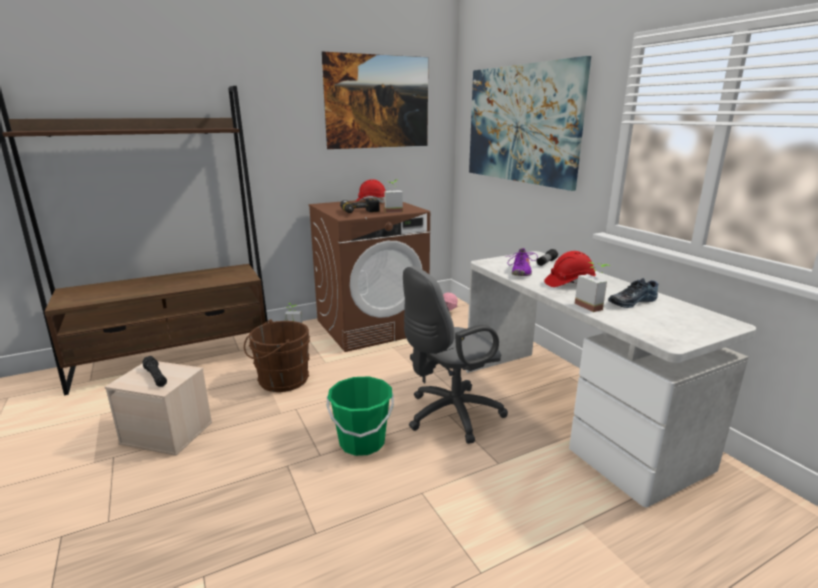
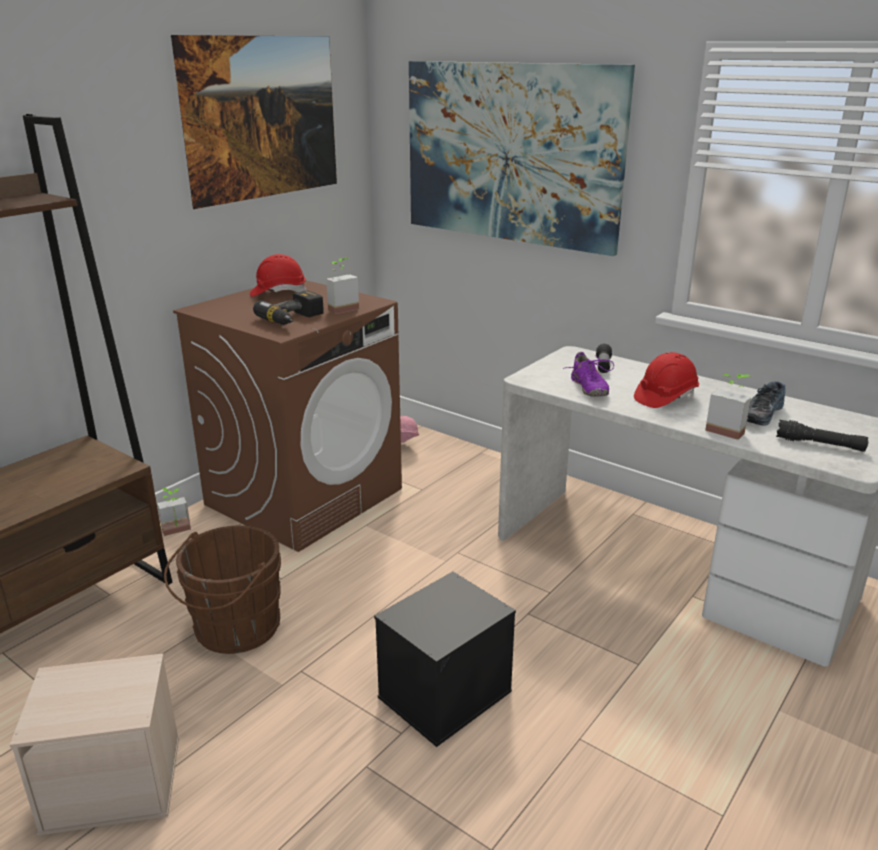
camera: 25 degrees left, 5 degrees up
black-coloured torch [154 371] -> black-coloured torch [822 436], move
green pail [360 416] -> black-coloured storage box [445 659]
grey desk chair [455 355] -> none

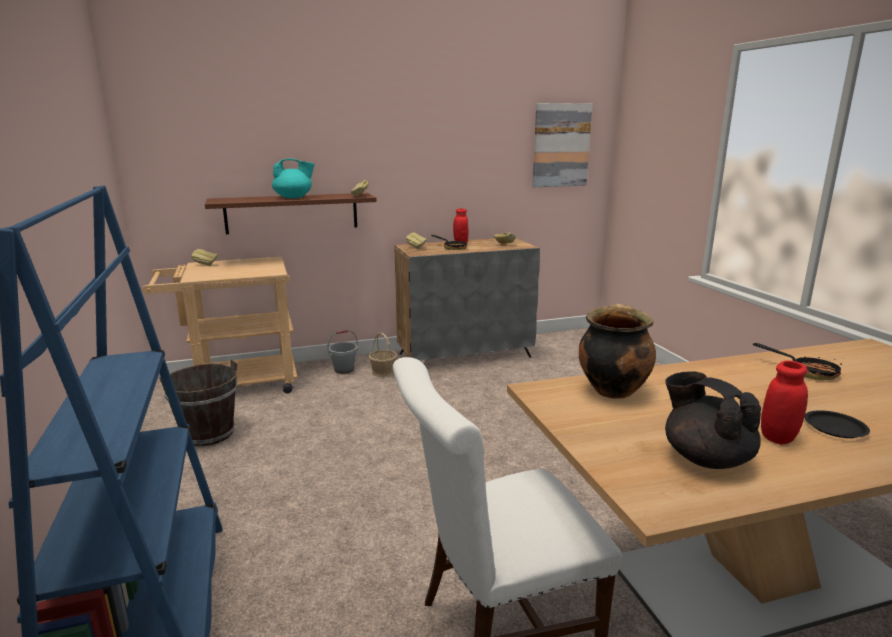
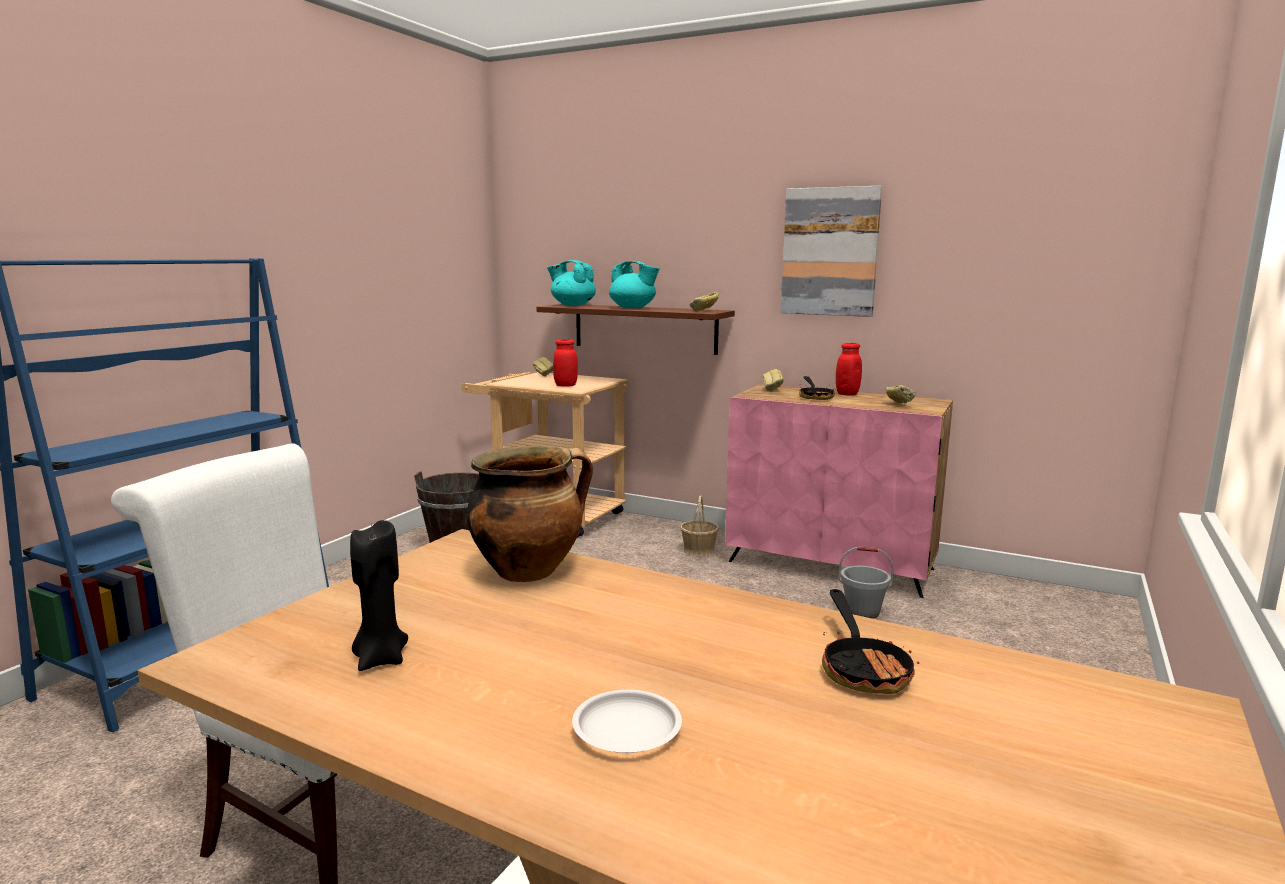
camera: 45 degrees right, 5 degrees down
grey pail [343 352] -> grey pail [866 583], move
grey cabinet [467 299] -> pink-coloured cabinet [839 491]
picture [562 145] -> picture [831 251], move
black-coloured teapot [713 420] -> black-coloured wax candle [379 595]
reddish preserve jar [784 402] -> reddish preserve jar [565 363], move
black-coloured flat dish [837 424] -> whitish flat dish [627 721]
none -> turquoise teapot [571 283]

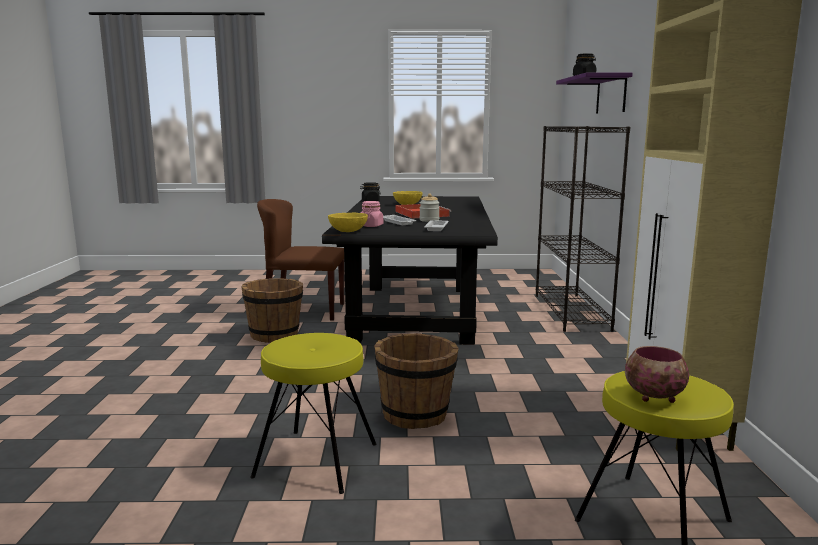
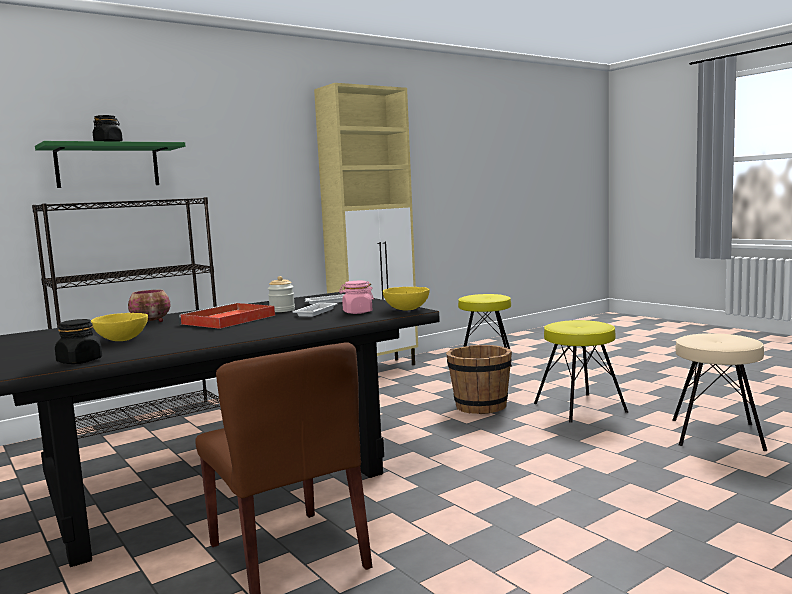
camera: 125 degrees left, 5 degrees down
brown-coloured pail [272 310] -> none
purple shelf [594 92] -> green shelf [110 164]
serving bowl [657 374] -> serving bowl [149 306], move
none -> beige stool seat [719 392]

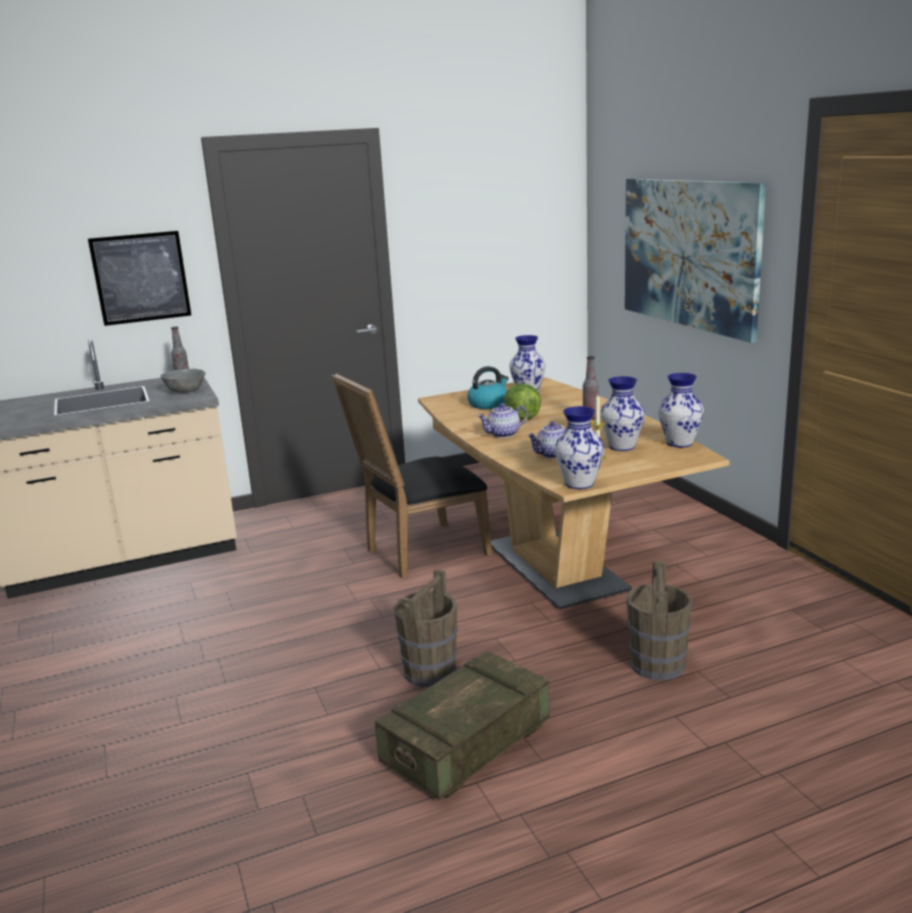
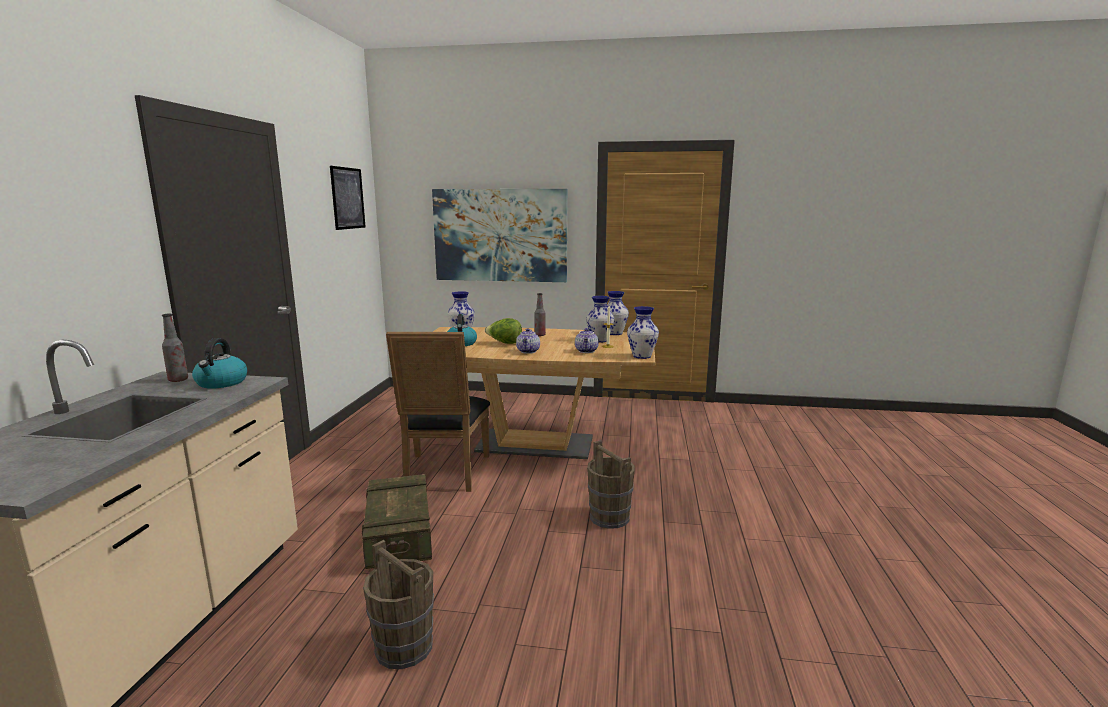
camera: 60 degrees left, 5 degrees down
picture [139 278] -> picture [348 198], move
grey serving bowl [183 381] -> kettle [219 363]
packing crate [462 726] -> packing crate [397 521], move
brown-coloured pail [659 621] -> brown-coloured pail [398 604], move

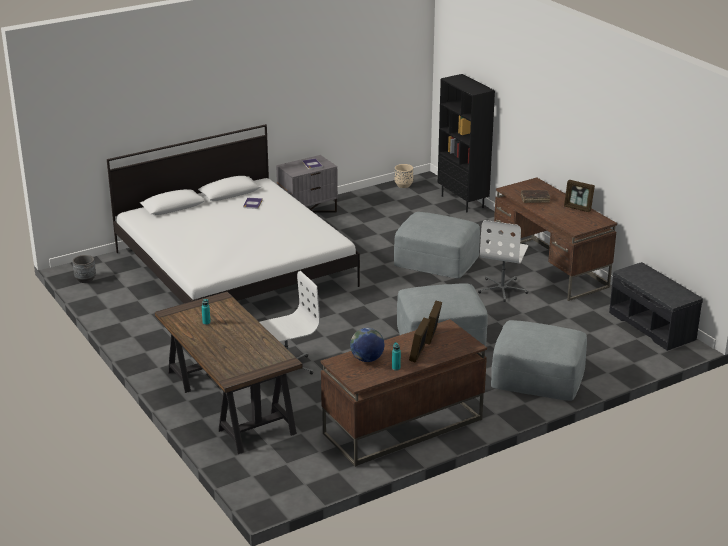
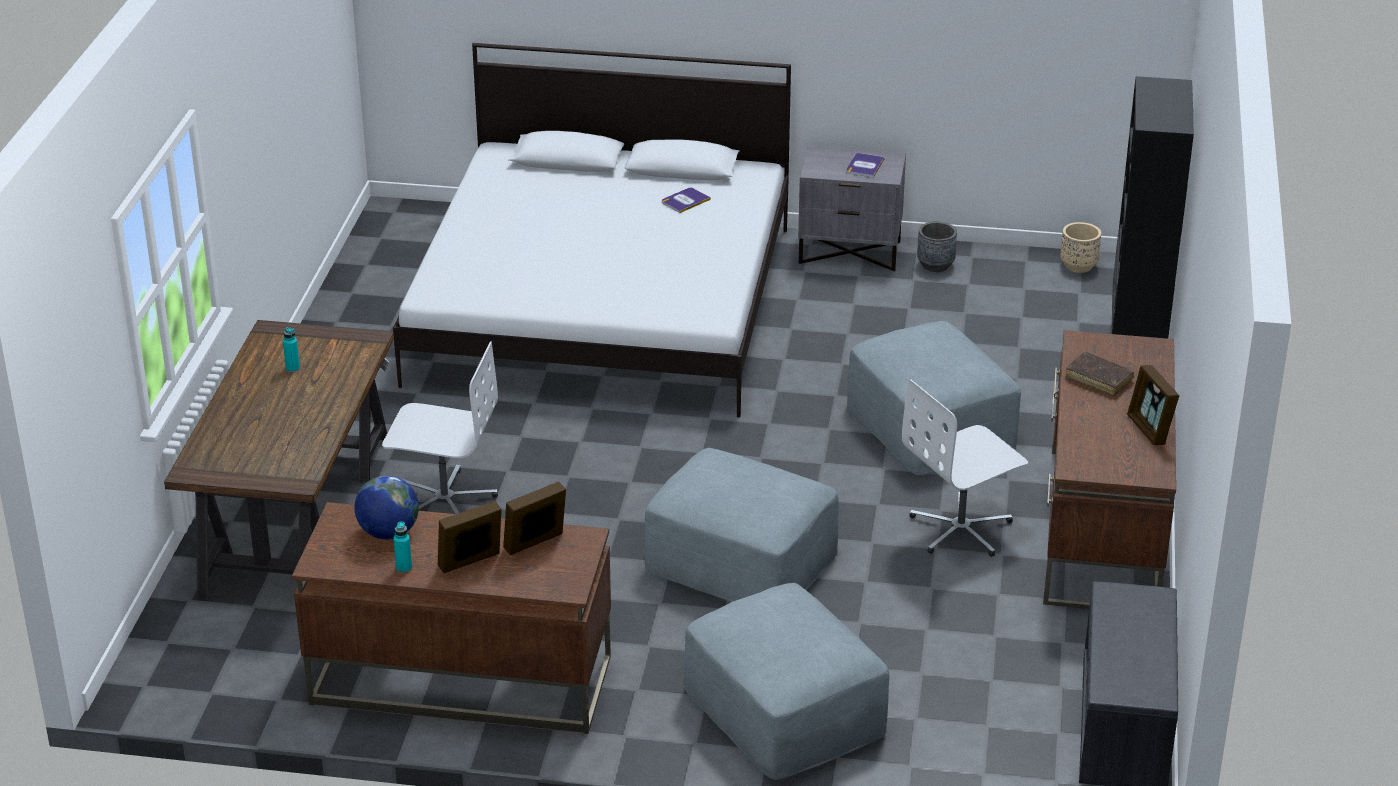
camera: 40 degrees right, 5 degrees up
grey plant pot [84 269] -> grey plant pot [937 246], move

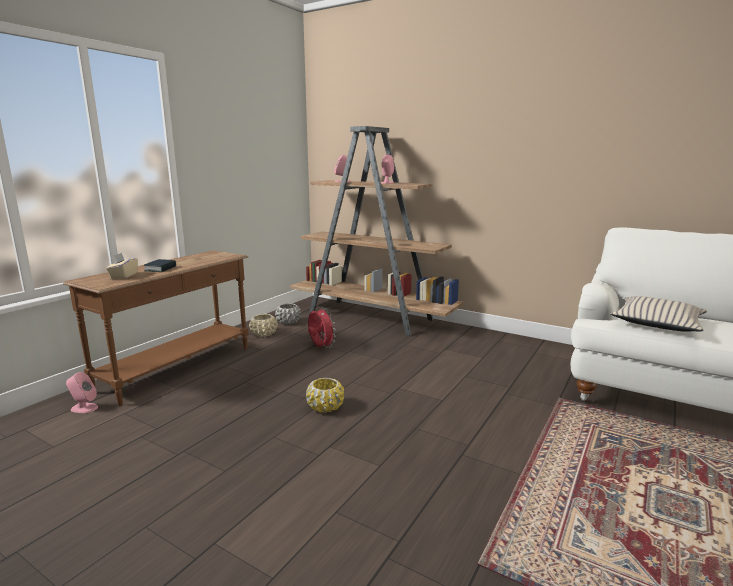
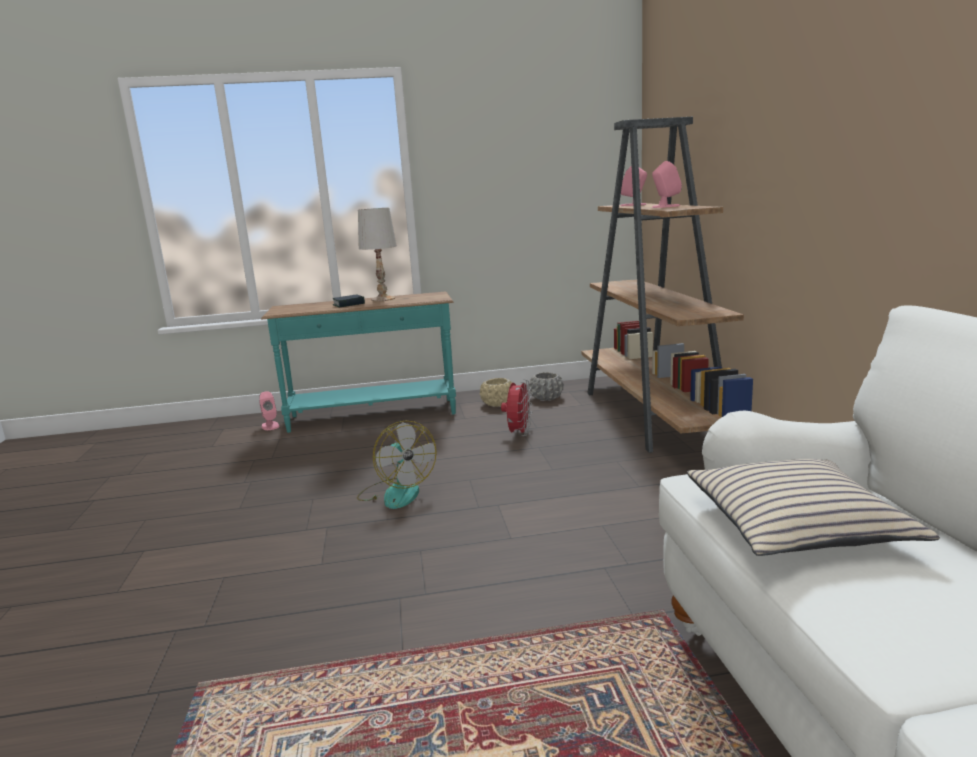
camera: 50 degrees right, 0 degrees up
brown-coloured narrow table [156 328] -> turquoise narrow table [358 362]
beige tissue holder [122 266] -> none
yellowish plant pot [325 395] -> cooling fan [397 465]
none -> whitish lamp for a table [377 254]

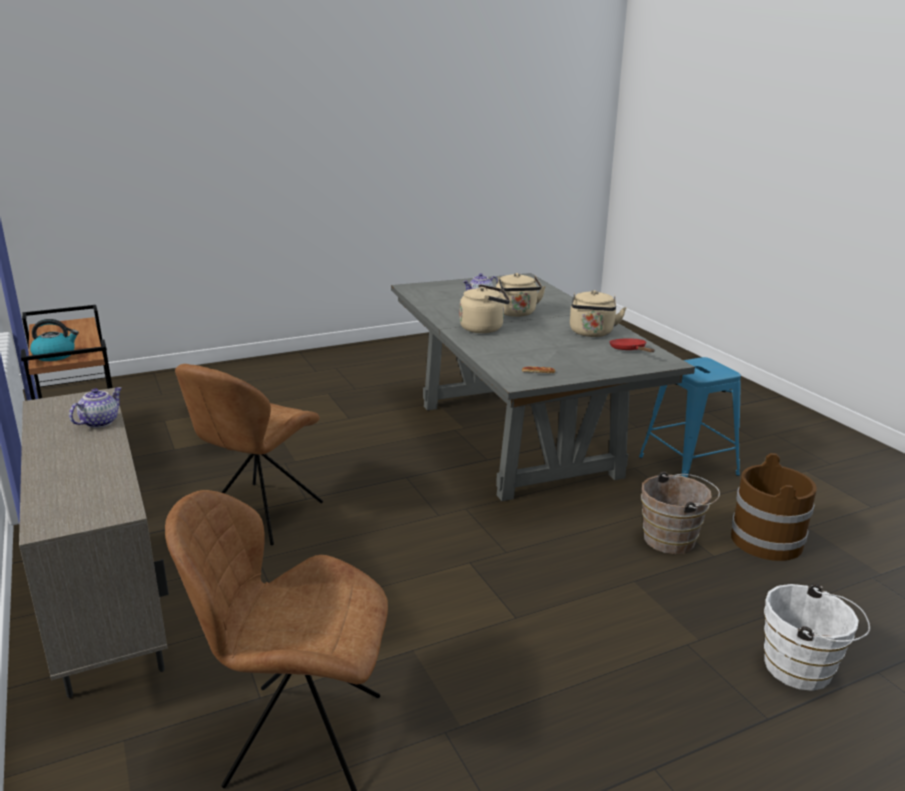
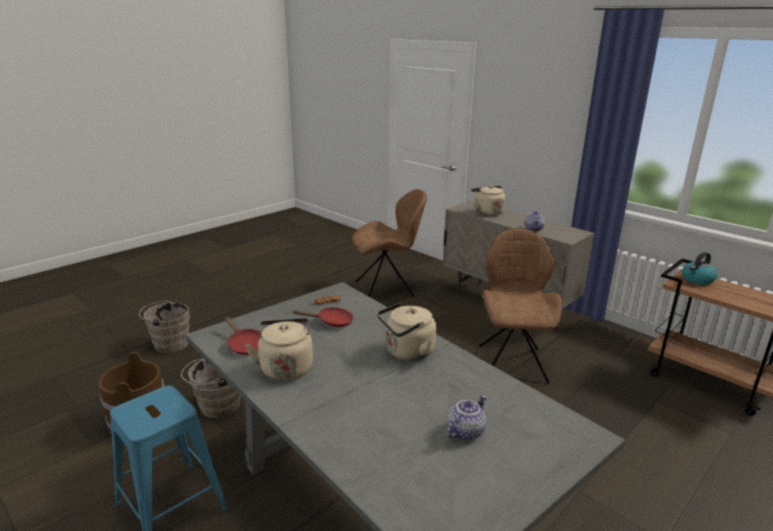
camera: 160 degrees right, 0 degrees up
beige kettle [521 295] -> beige kettle [488 201], move
whitish pail [817 637] -> brown-coloured pail [164 327]
none -> reddish pan [323 317]

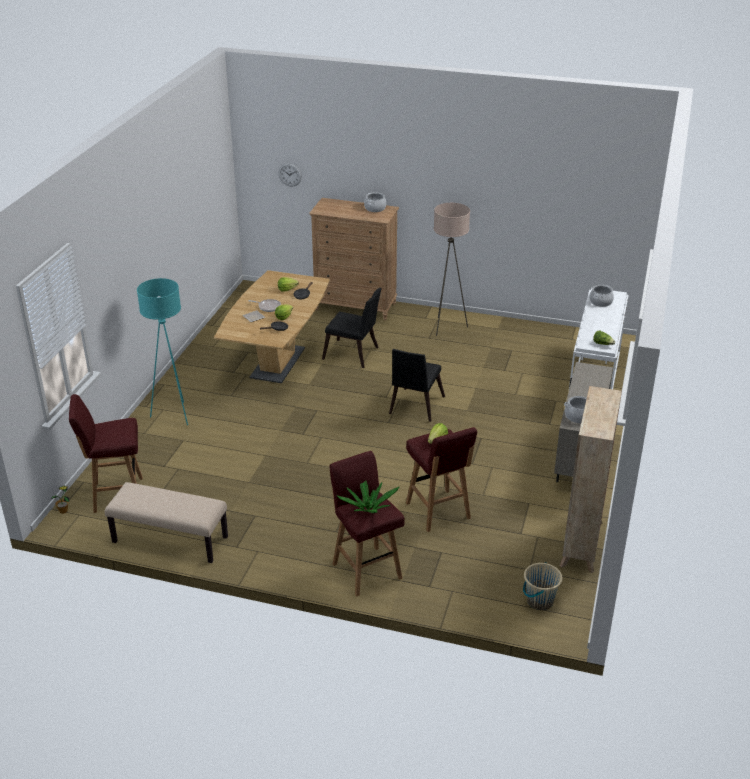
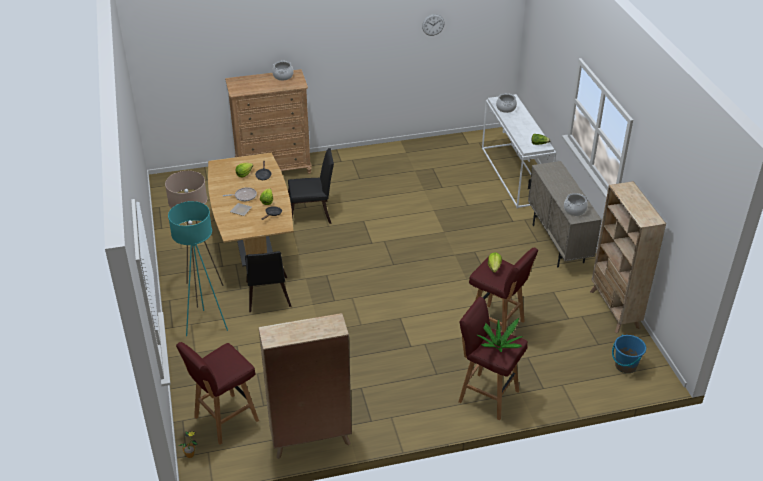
camera: 30 degrees left, 5 degrees up
beige indoor bench [166 522] -> beige bookshelf [305 386]
clock on the wall [290 174] -> clock on the wall [433 25], move
black-coloured plain chair [417 385] -> black-coloured plain chair [268 281], move
beige standard lamp [452 269] -> beige standard lamp [194 239], move
beige pail [543 586] -> bluish pail [629 353]

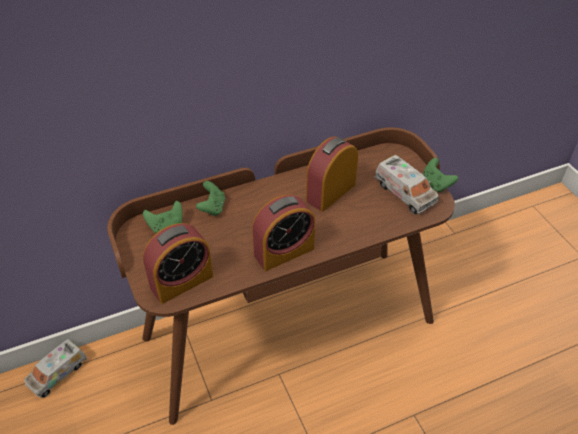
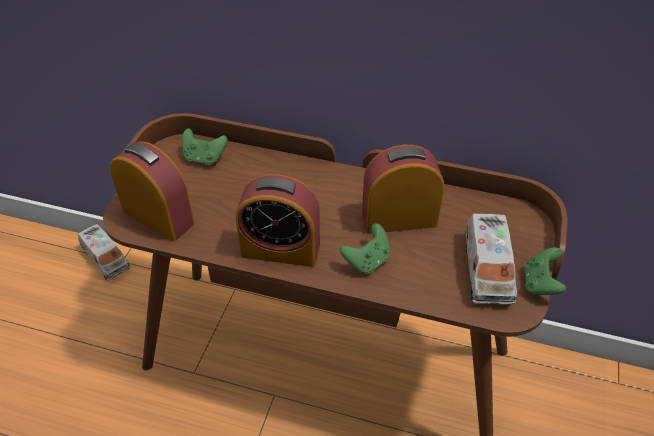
camera: 40 degrees right, 0 degrees up
model truck [55 368] -> model truck [104 252], 120 degrees counterclockwise
table clock [178 263] -> table clock [152 191], 150 degrees counterclockwise
green gamepad [210 198] -> green gamepad [365 248], move

